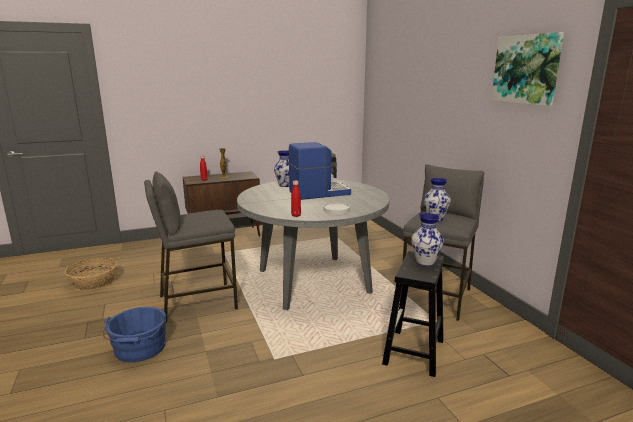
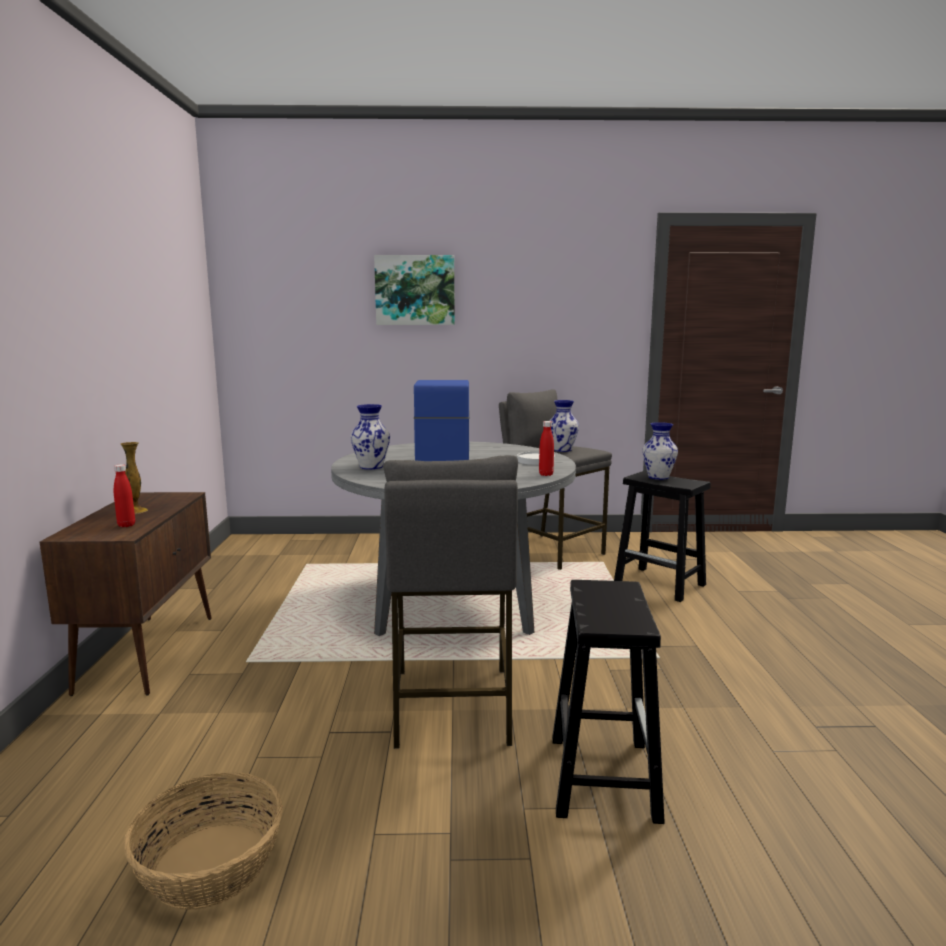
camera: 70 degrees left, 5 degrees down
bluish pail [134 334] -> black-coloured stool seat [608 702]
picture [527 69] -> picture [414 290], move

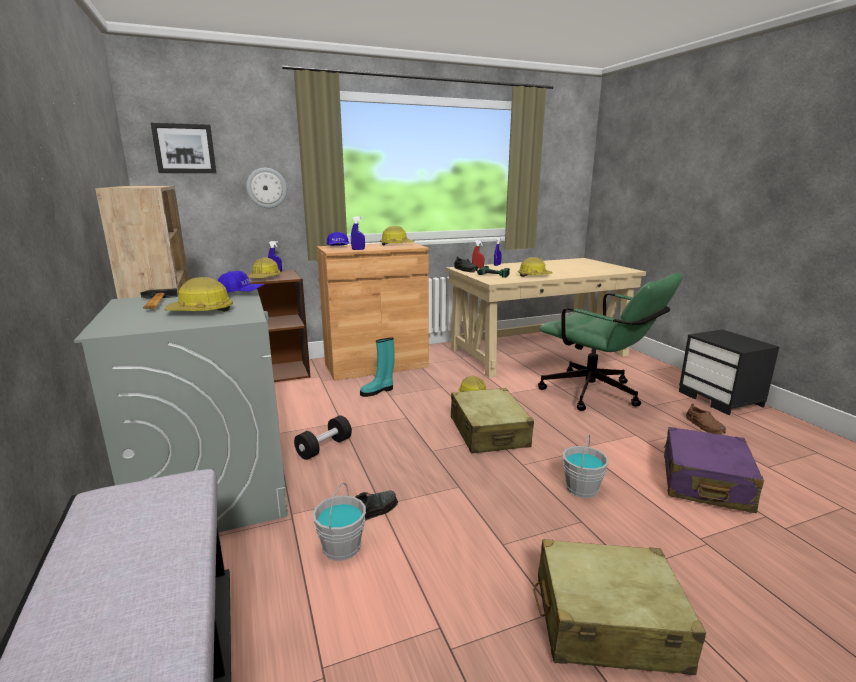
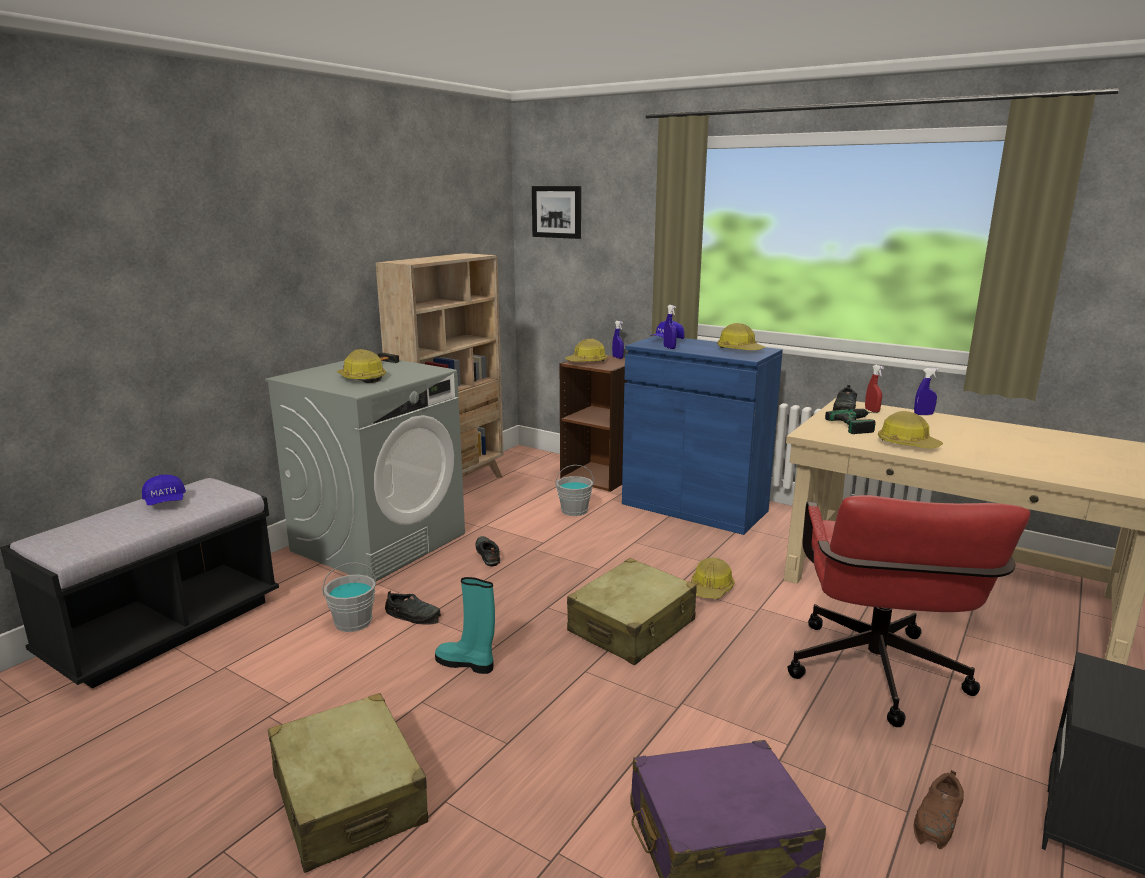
camera: 55 degrees right, 0 degrees up
bluish cap [241 282] -> bluish cap [164 490], move
clock on the wall [266 188] -> none
black-coloured dumbbell [323 437] -> black-coloured low shoe [488 551]
brown-coloured cabinet [373 311] -> bluish cabinet [702 435]
turquoise high-top boot [377 367] -> turquoise high-top boot [465 625], move
green desk chair [610 342] -> reddish desk chair [908 611]
grey pail [586 466] -> grey pail [574 490], move

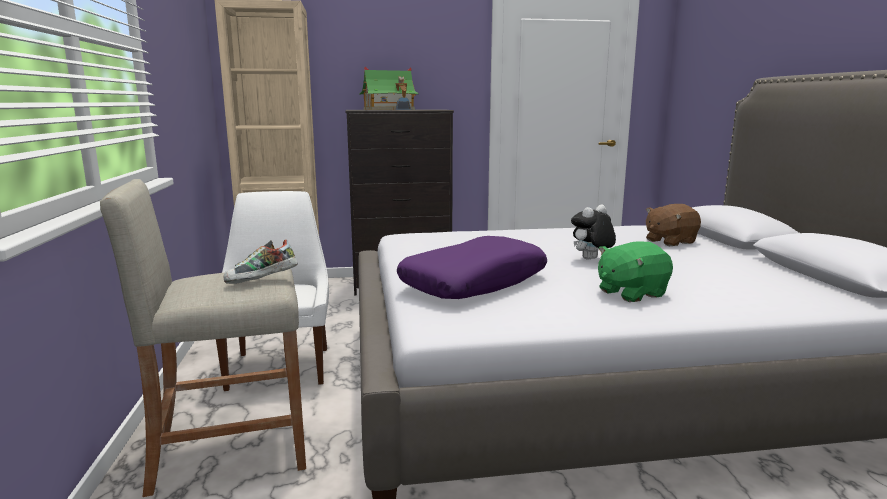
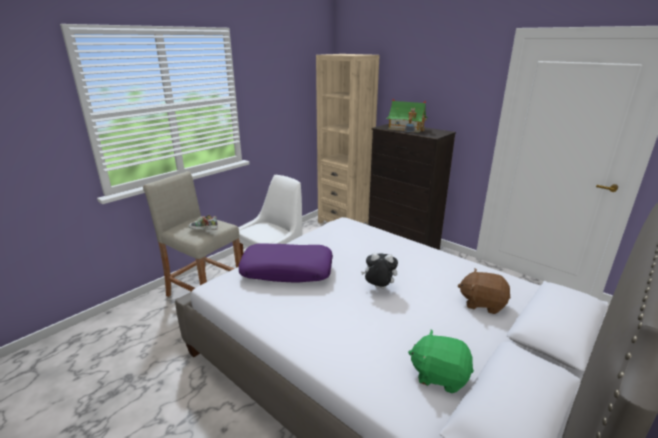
camera: 50 degrees right, 10 degrees up
green cuddly toy [635 271] -> green cuddly toy [441 361], move

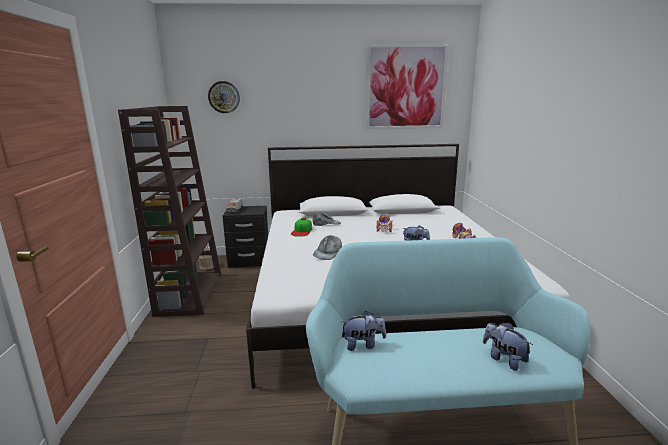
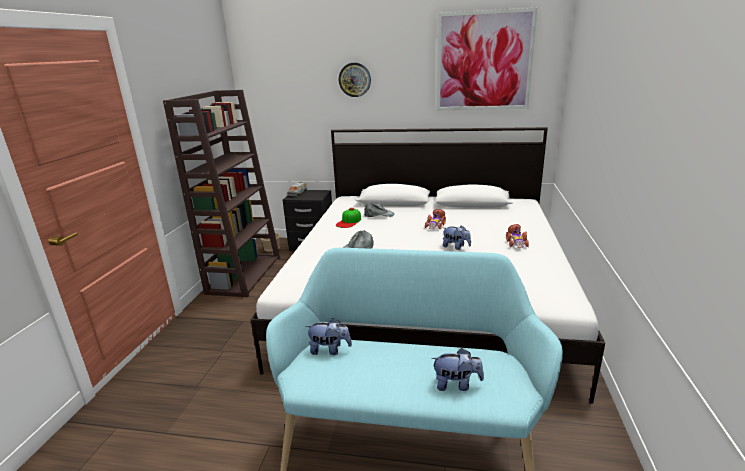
camera: 15 degrees right, 5 degrees up
clock on the wall [224 97] -> clock on the wall [355 80], move
cuddly toy [508 347] -> cuddly toy [457 369], 120 degrees clockwise

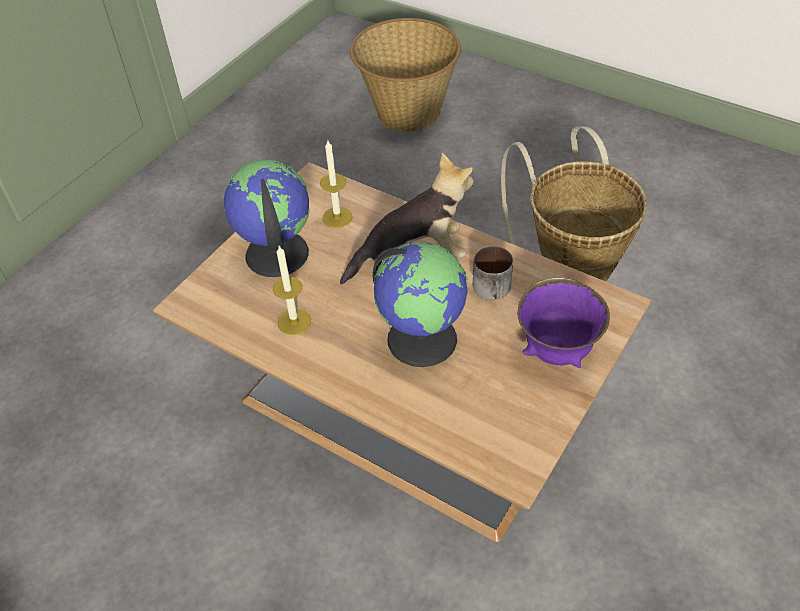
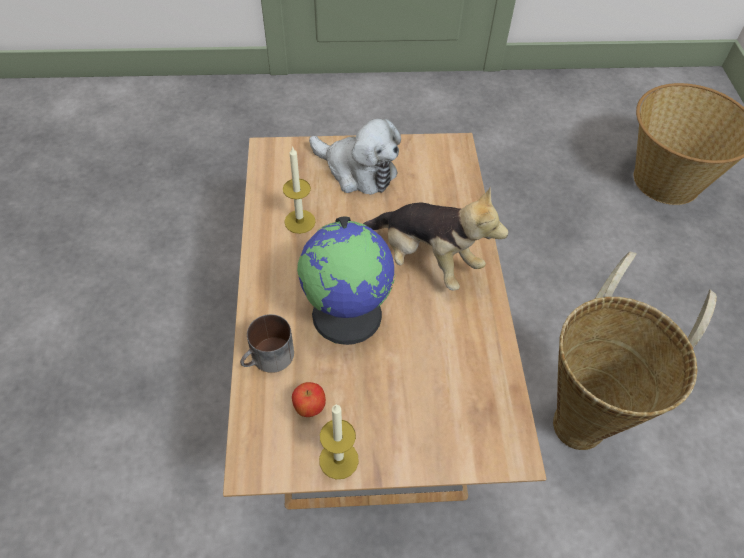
camera: 50 degrees right, 5 degrees up
desk globe [267 218] -> cuddly toy [355 156]
wax candle [336 184] -> wax candle [339 441], move
mug [493 273] -> mug [267 343], move
purple serving bowl [563 323] -> none
none -> apple [309 399]

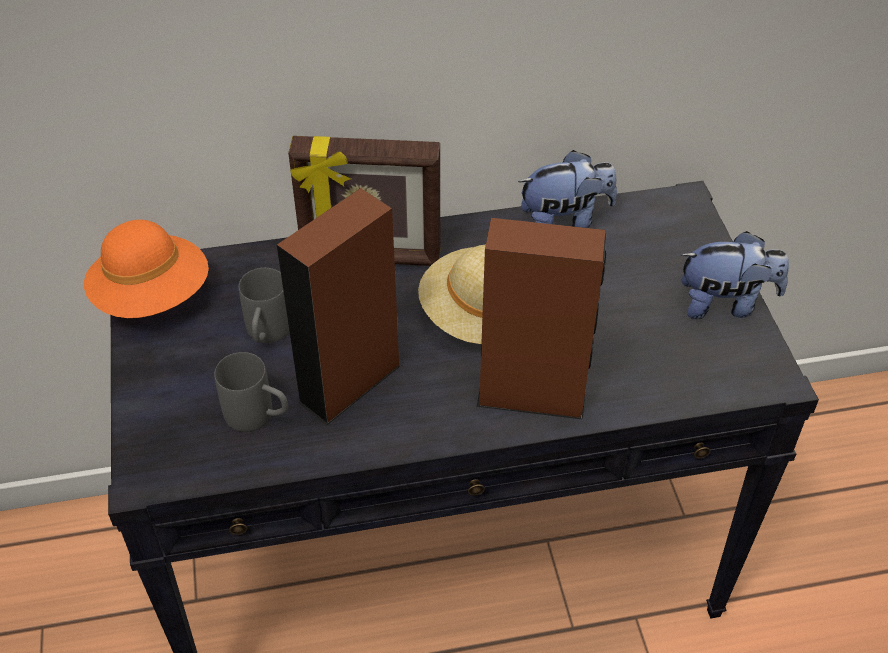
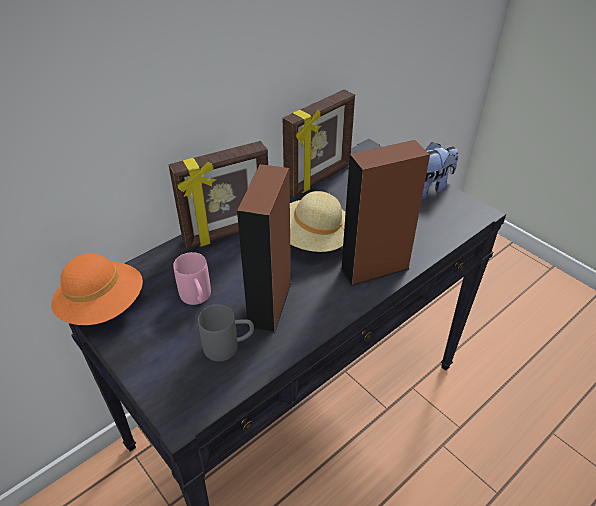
camera: 30 degrees left, 5 degrees down
grey mug [264 305] -> pink-coloured mug [192 278]
cuddly toy [567 189] -> picture frame [319 142]

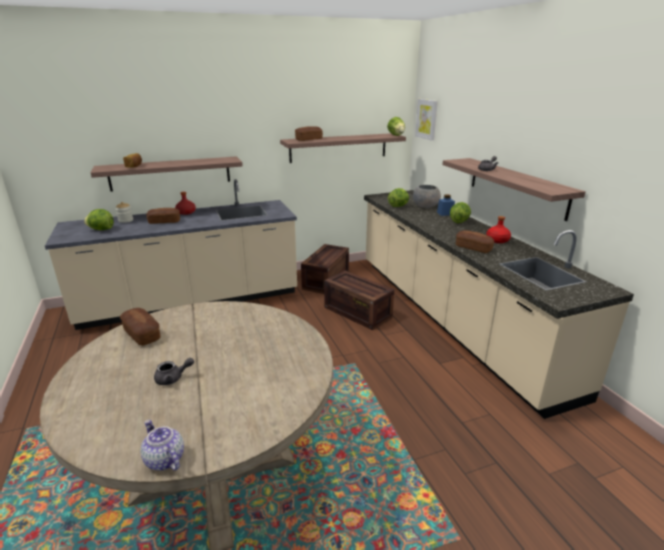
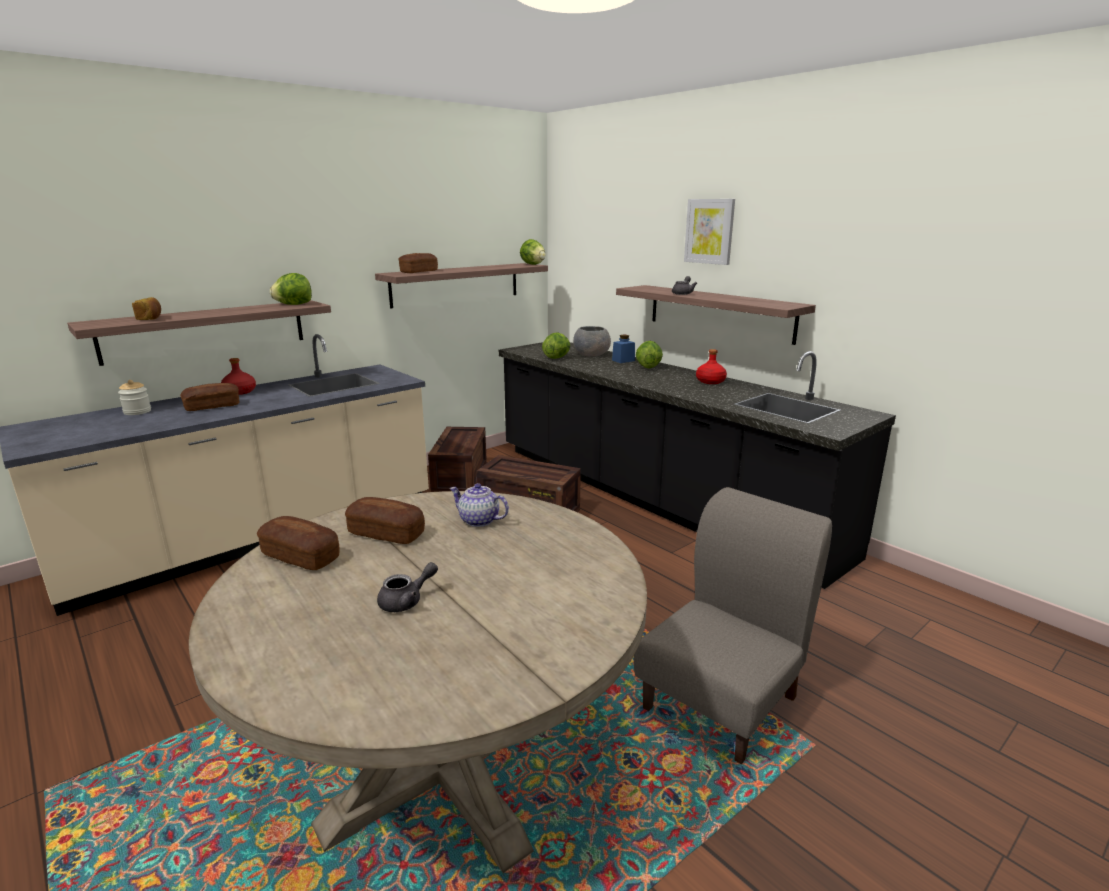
camera: 20 degrees left, 5 degrees down
lettuce [99 219] -> lettuce [291 289], move
teapot [162 445] -> teapot [479 505], move
beige kitchen counter [499 304] -> black-coloured kitchen counter [697 465]
picture [426 120] -> picture [709 232], move
bread [475 241] -> bread [385 520], move
none -> grey plain chair [733 626]

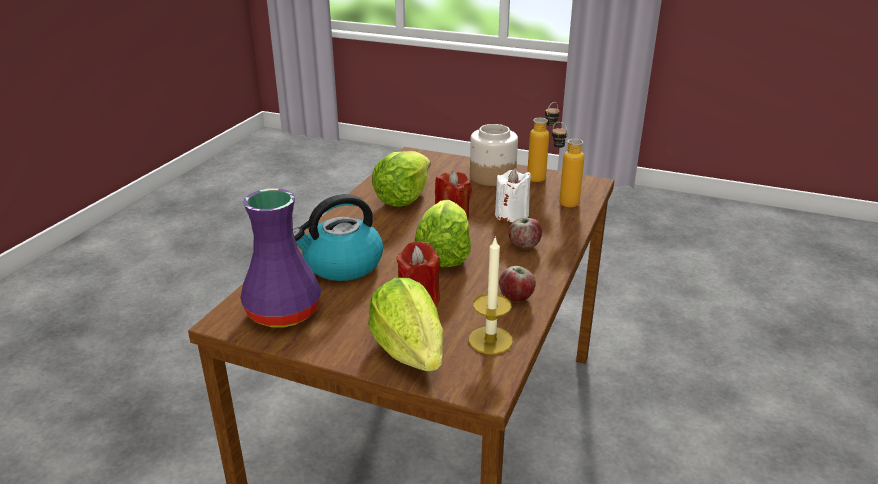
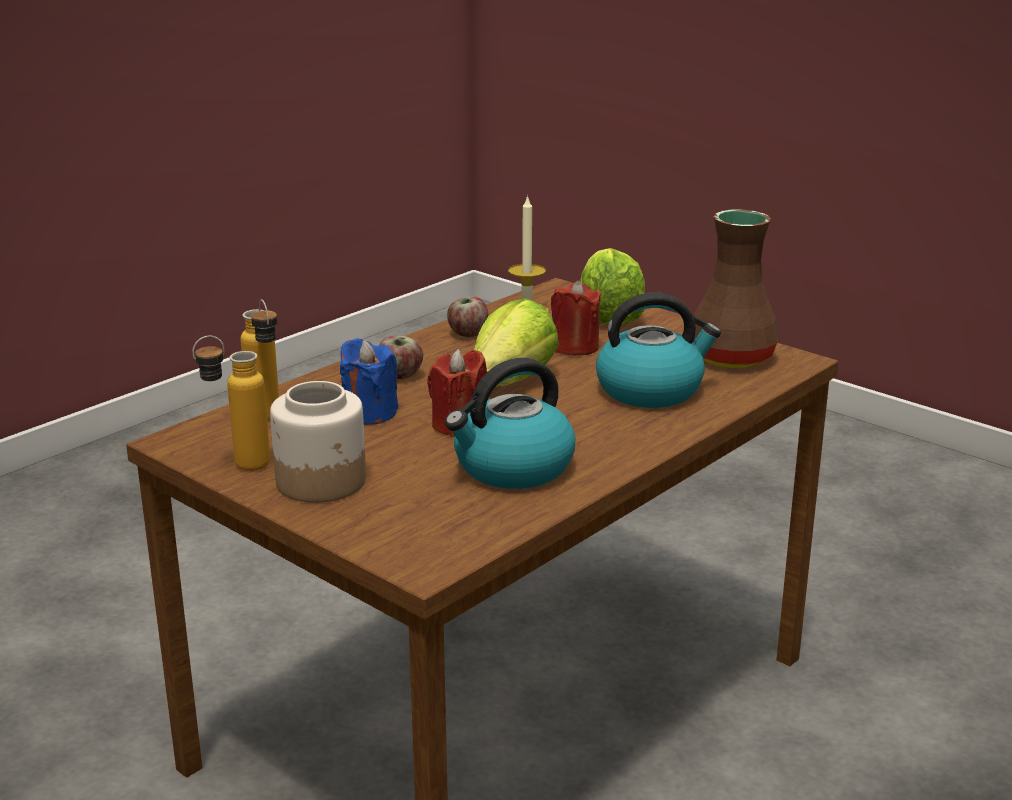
camera: 160 degrees left, 5 degrees down
purple flower vase [280 258] -> brown-coloured flower vase [736 289]
lettuce [401 179] -> kettle [510 423]
whitish wax candle [513 195] -> bluish wax candle [369 381]

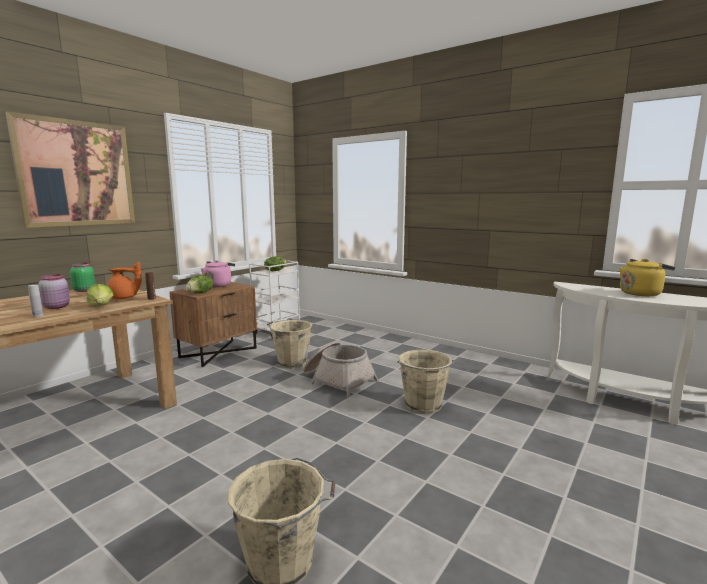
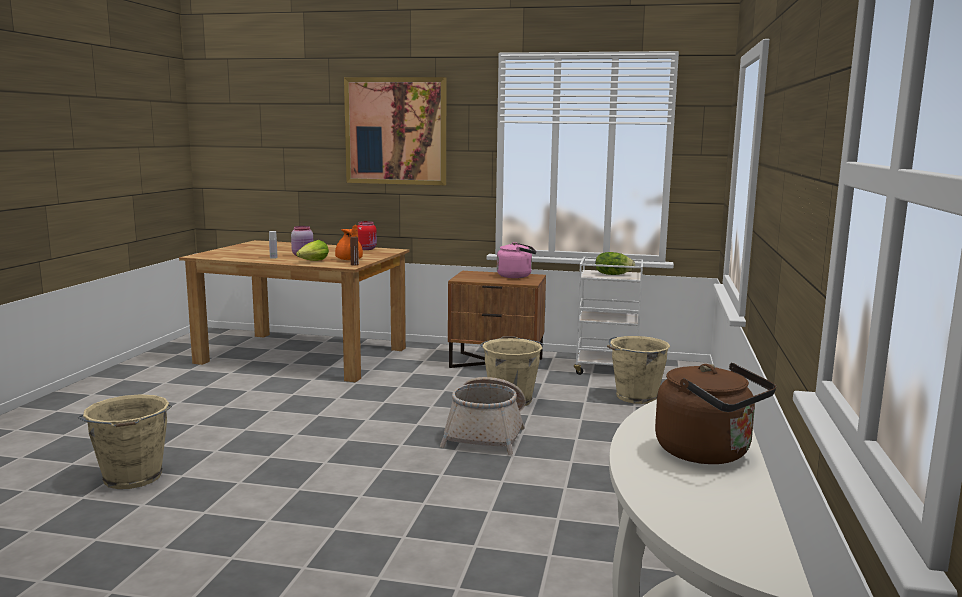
camera: 65 degrees right, 0 degrees up
green preserve jar [83 277] -> reddish preserve jar [367 235]
lettuce [199 284] -> none
beige pail [426 382] -> beige pail [638 370], move
yellowish kettle [647 277] -> brown-coloured kettle [715 413]

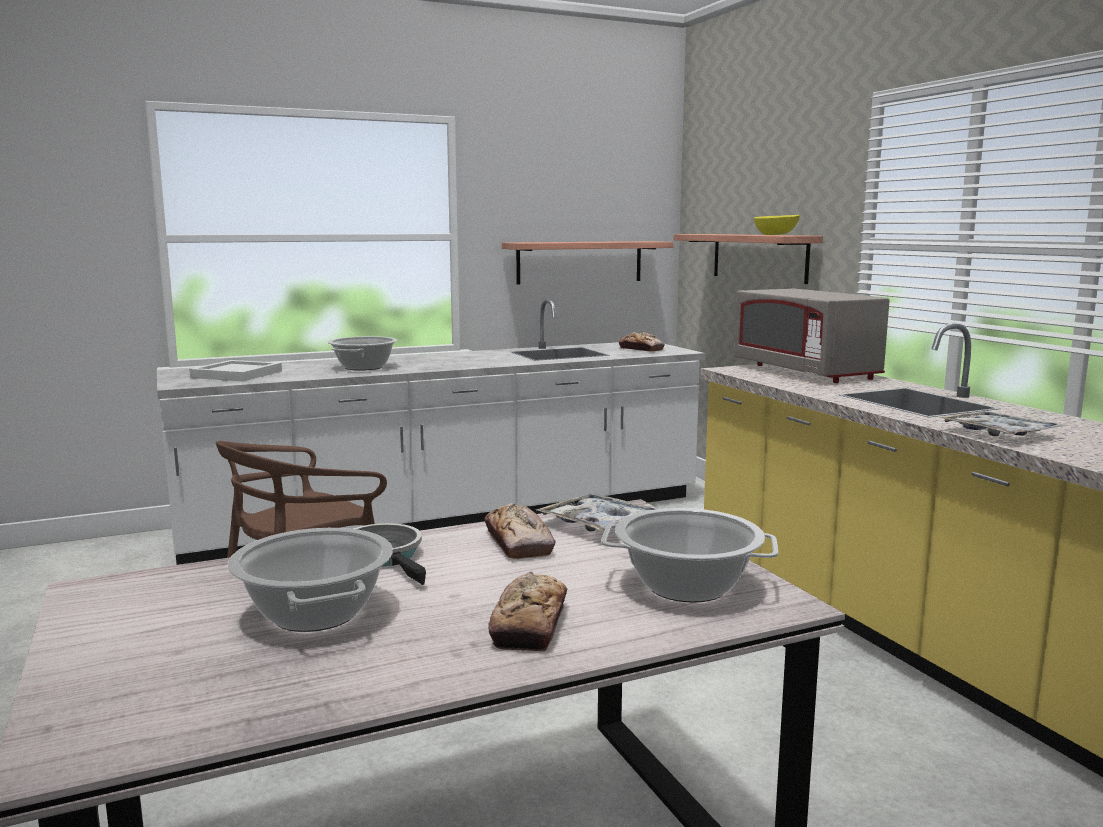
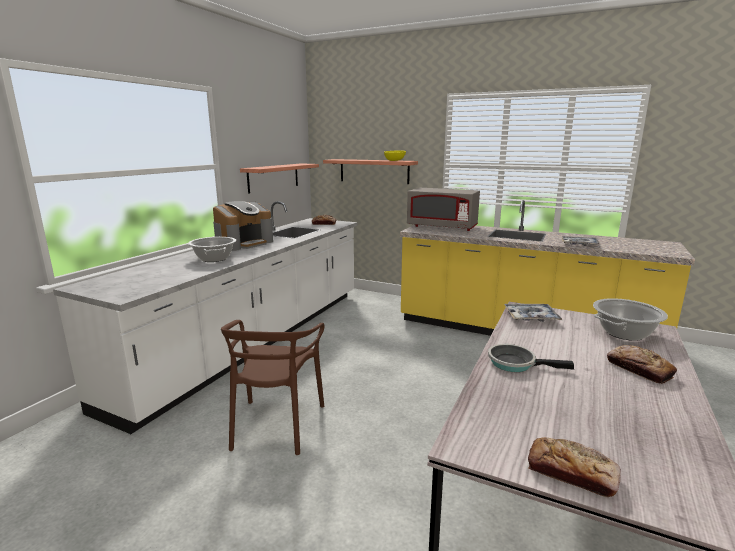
camera: 40 degrees left, 5 degrees up
whitish carrying tray [235 370] -> none
cooking pot [310 580] -> none
bread [520 531] -> bread [574 467], move
none -> coffee machine [243 226]

